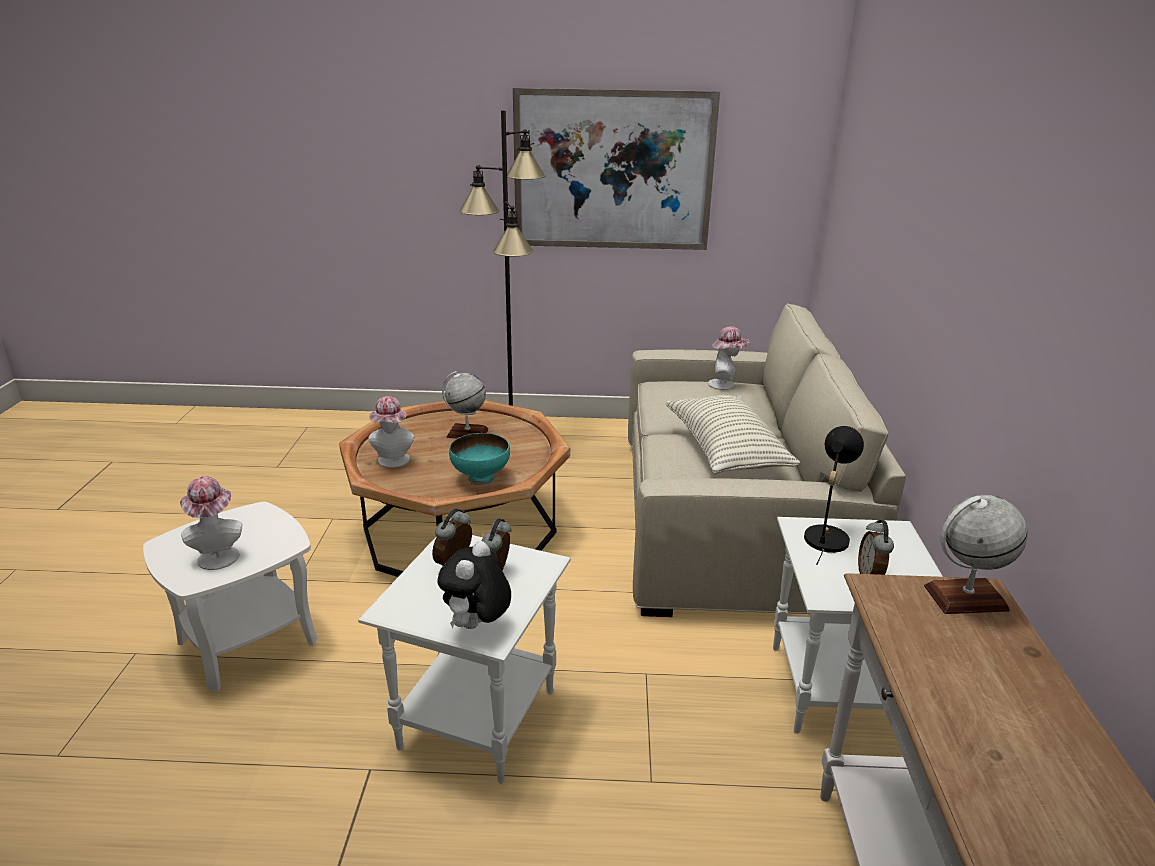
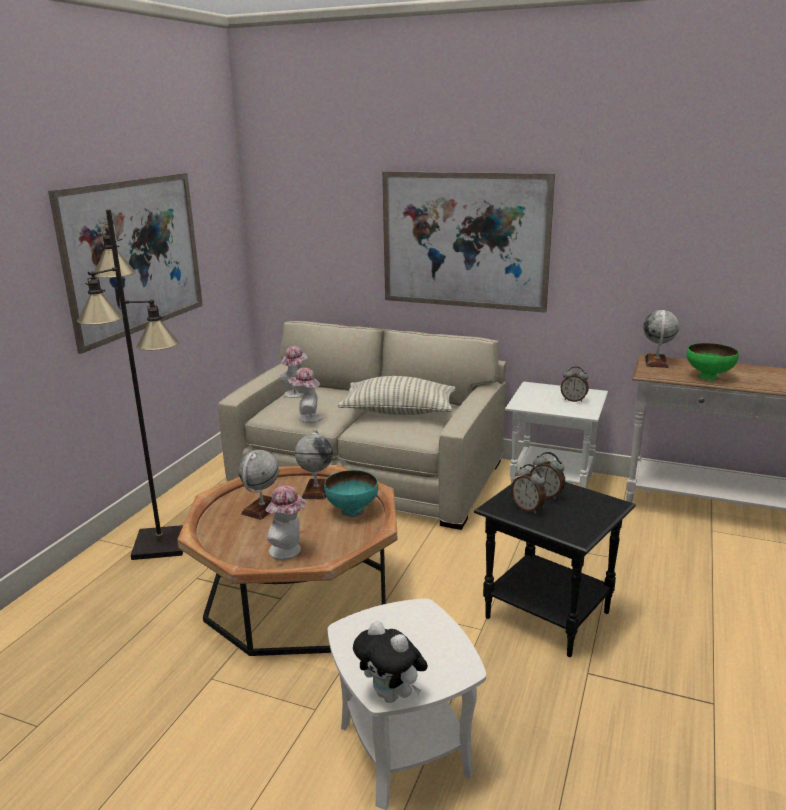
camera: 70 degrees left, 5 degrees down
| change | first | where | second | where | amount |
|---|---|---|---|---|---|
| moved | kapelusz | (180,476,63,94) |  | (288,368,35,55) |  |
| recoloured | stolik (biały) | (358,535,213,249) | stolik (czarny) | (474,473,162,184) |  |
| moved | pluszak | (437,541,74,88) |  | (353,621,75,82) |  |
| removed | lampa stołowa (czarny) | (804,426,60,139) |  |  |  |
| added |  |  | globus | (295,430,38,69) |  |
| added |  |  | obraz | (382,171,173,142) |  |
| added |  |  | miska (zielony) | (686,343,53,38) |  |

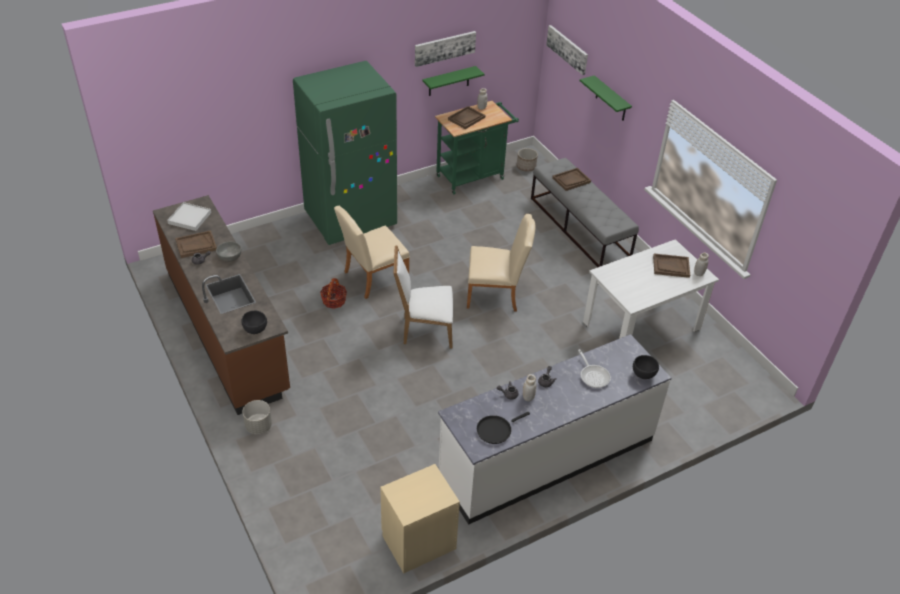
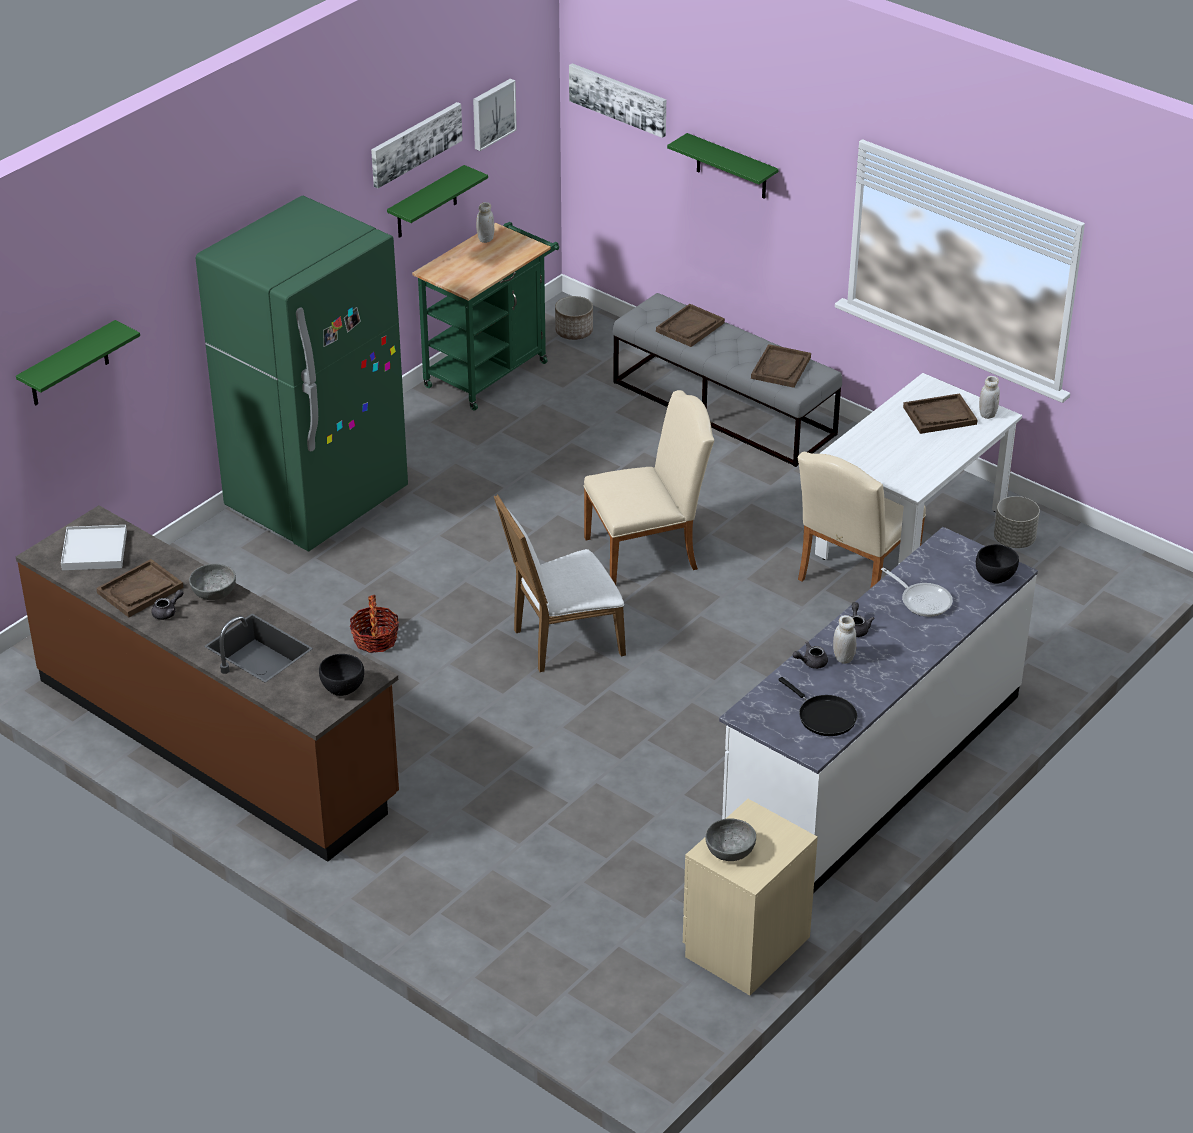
camera: 20 degrees left, 5 degrees down
| change | first | where | second | where | amount |
|---|---|---|---|---|---|
| moved | donica (szary) | (243,400,29,35) |  | (994,496,46,52) |  |
| moved | krzesło (beżowy) | (334,206,76,93) |  | (798,452,128,136) |  |
| moved | taca (brązowy) | (448,106,37,23) |  | (751,344,60,44) |  |
| turned | patelnia (czarny) | (477,412,53,32) |  | (778,677,79,59) | 75 degrees counterclockwise |
| added |  |  | półka (zielony) | (16,320,124,86) |  |
| added |  |  | obraz | (473,79,44,72) |  |
| added |  |  | miska (szary) | (705,818,51,43) |  |

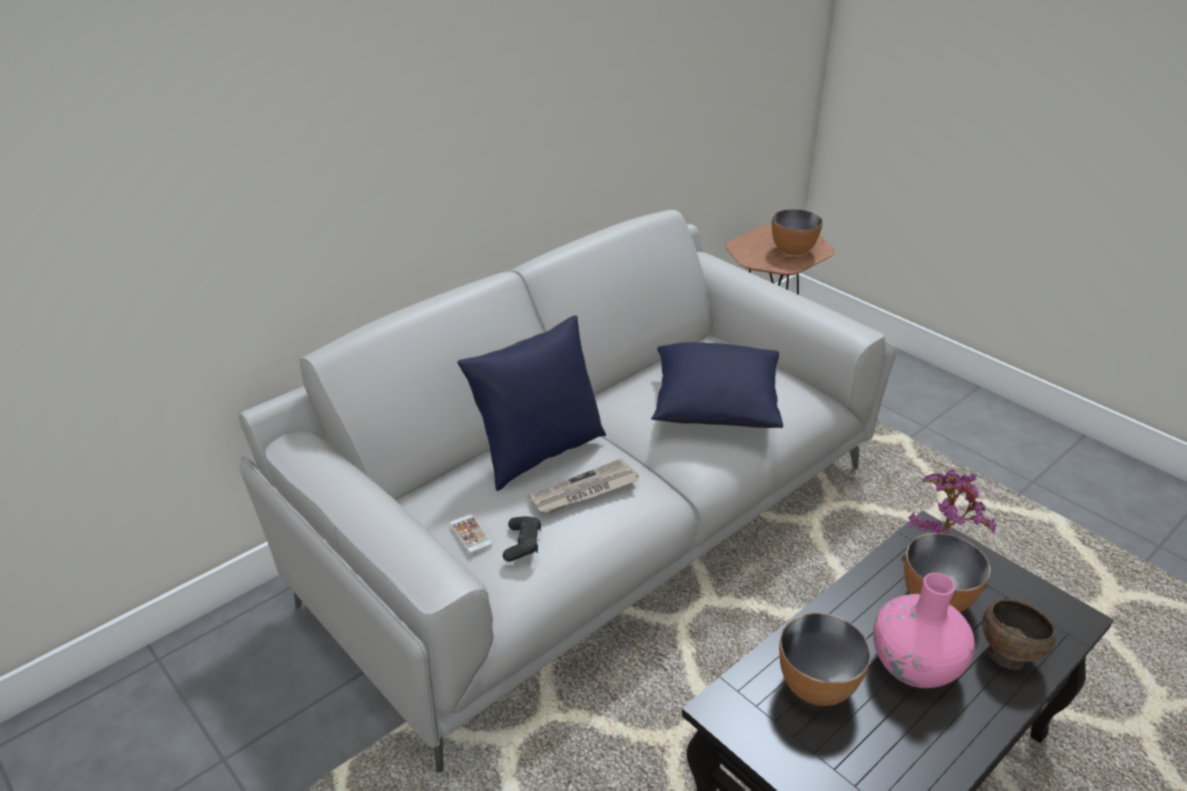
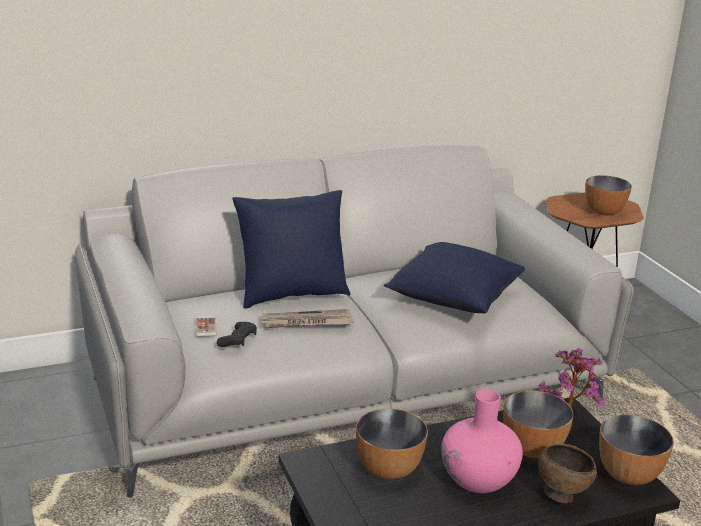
camera: 20 degrees right, 10 degrees down
| change | first | where | second | where | amount |
|---|---|---|---|---|---|
| added |  |  | miska | (599,415,75,70) |  |

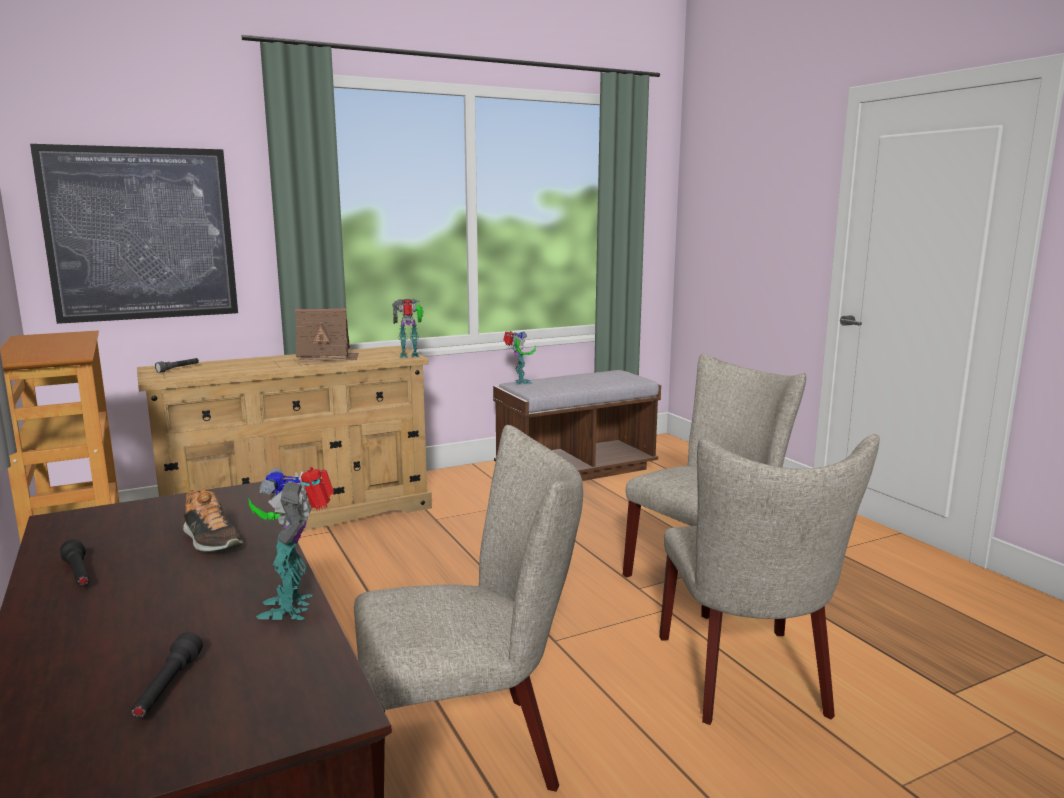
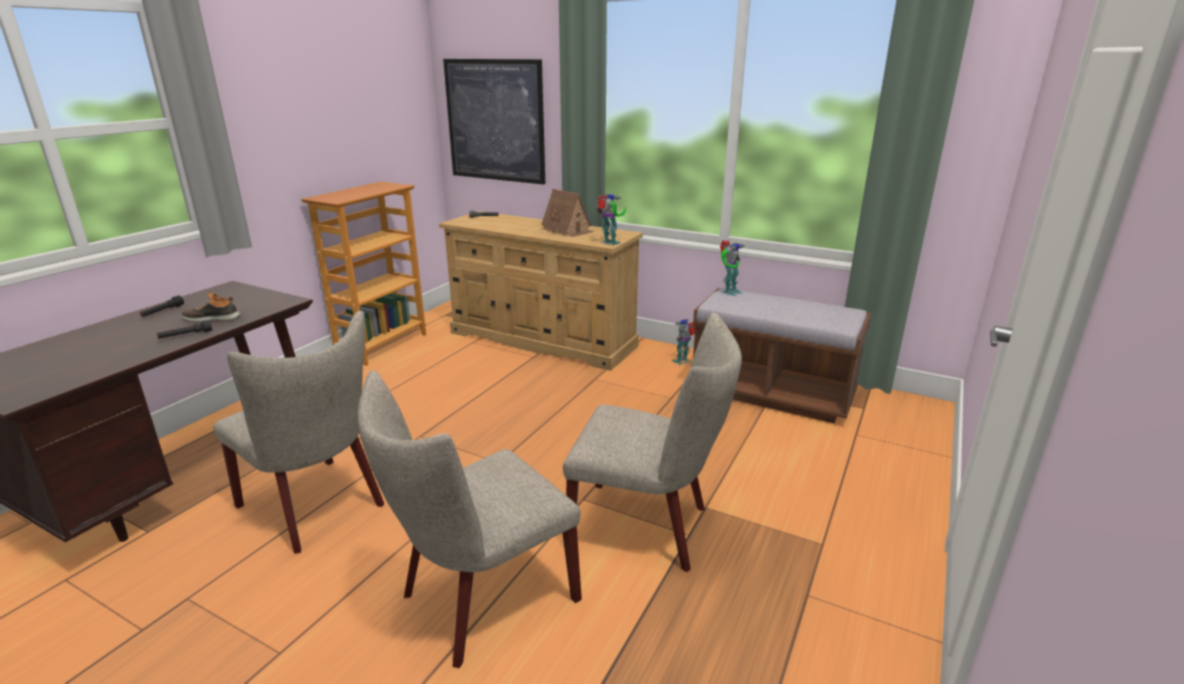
camera: 55 degrees right, 10 degrees up
| change | first | where | second | where | amount |
|---|---|---|---|---|---|
| moved | latarka (czarny) | (131,632,72,86) |  | (157,320,55,19) |  |
| turned | but | (183,489,60,63) |  | (181,291,60,31) | 75 degrees clockwise |
| moved | robot zabawkowy | (248,467,86,153) |  | (672,319,23,47) |  |

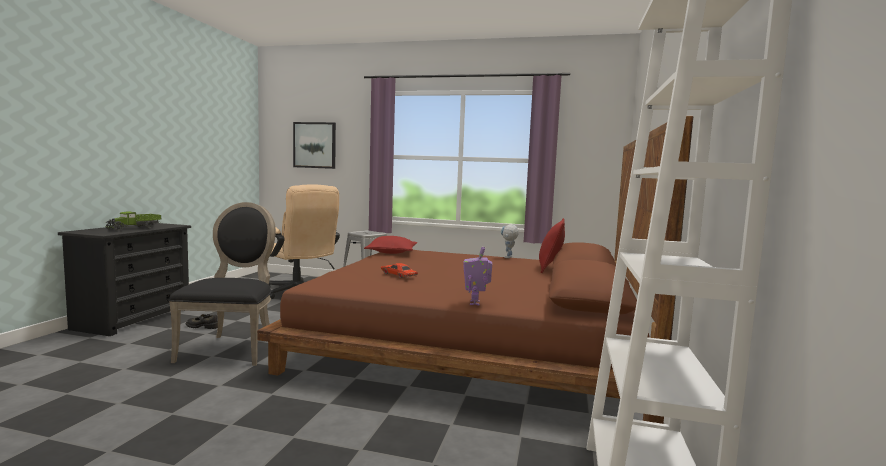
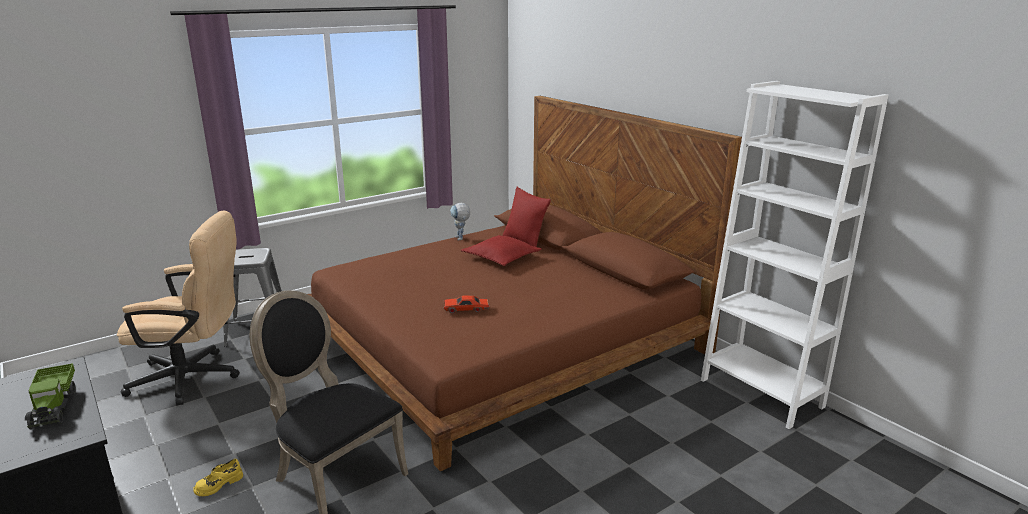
camera: 50 degrees left, 15 degrees up
| change | first | where | second | where | amount |
|---|---|---|---|---|---|
| recoloured | but (czarny) | (186,314,32,15) | but (żółty) | (193,459,50,37) |  |
| removed | obraz | (293,122,43,47) |  |  |  |
| moved | poduszka (czerwony) | (364,236,53,18) |  | (461,235,81,31) |  |
| removed | robot zabawkowy | (463,247,29,59) |  |  |  |

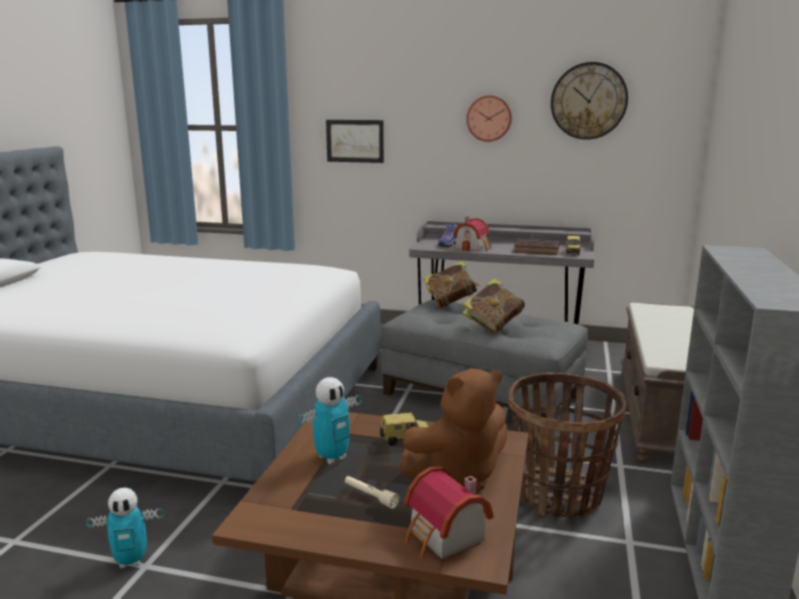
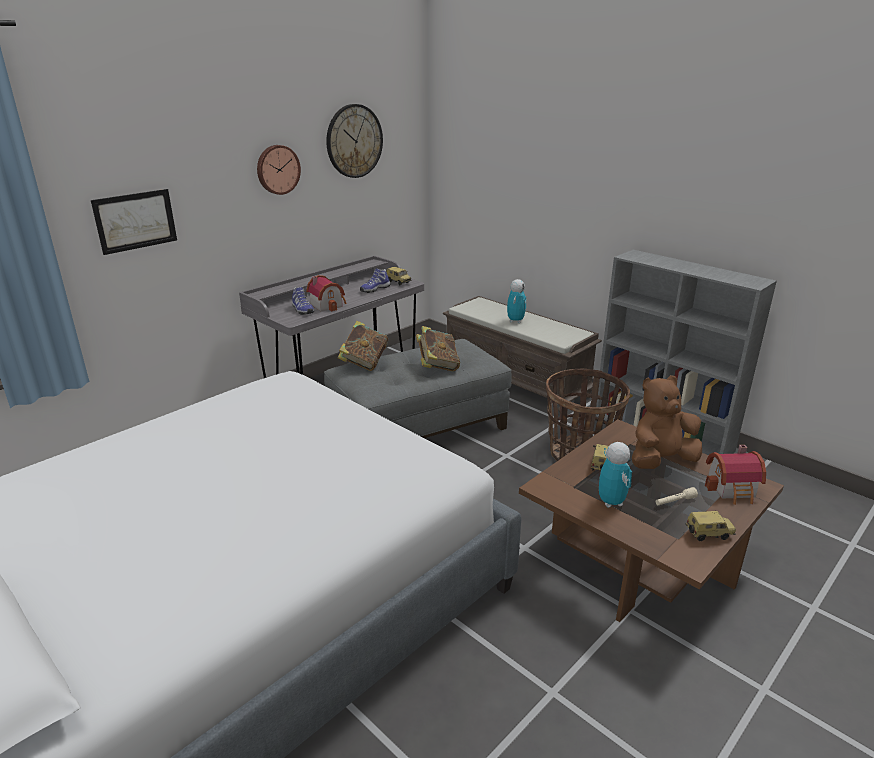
camera: 60 degrees left, 10 degrees up
| change | first | where | second | where | amount |
|---|---|---|---|---|---|
| moved | robot zabawkowy | (86,488,77,80) |  | (507,279,19,44) |  |
| turned | pluszak (brązowy) | (399,369,108,124) |  | (632,375,70,94) | 120 degrees counterclockwise |
| replaced | książka (brązowy) | (514,239,45,16) | but | (360,268,30,25) |  |
| added |  |  | samochodzik | (686,511,50,30) |  |

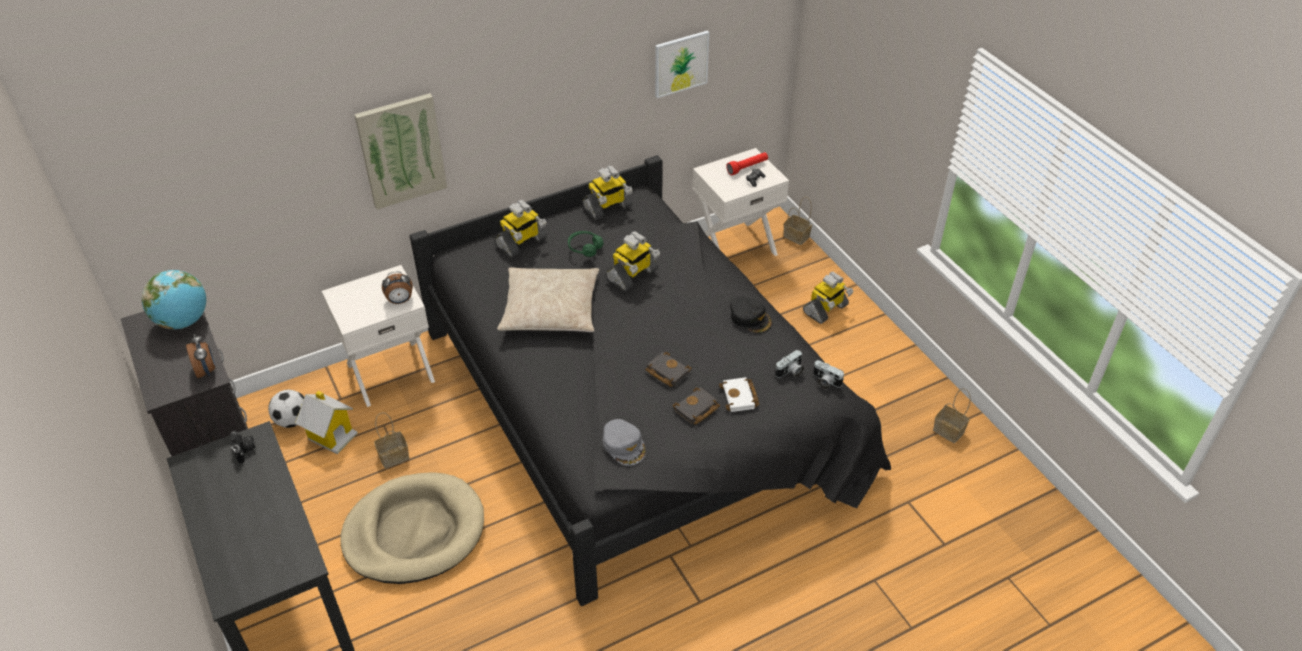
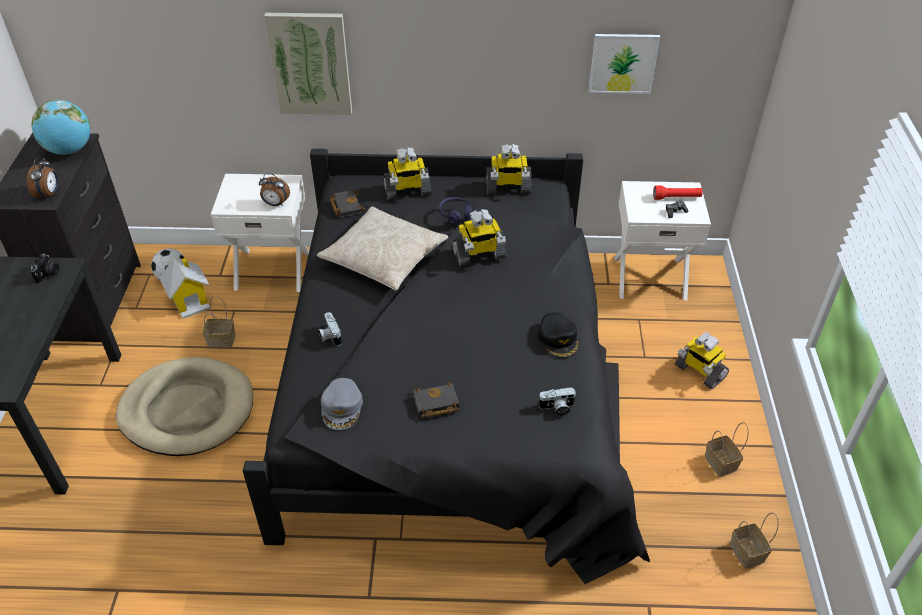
camera: 30 degrees right, 0 degrees up
| change | first | where | second | where | amount |
|---|---|---|---|---|---|
| recoloured | słuchawki (zielony) | (568,231,36,26) | słuchawki (fioletowy) | (439,197,33,27) |  |
| moved | książka (czarny) | (646,352,45,35) |  | (330,190,35,27) |  |
| removed | książka (biały) | (719,377,40,35) |  |  |  |
| moved | koszyk | (783,197,29,48) |  | (705,422,44,54) |  |
| turned | robot zabawkowy | (803,272,51,52) |  | (675,332,54,57) | 60 degrees clockwise |
| moved | aparat fotograficzny | (813,360,31,29) |  | (318,312,24,34) |  |

